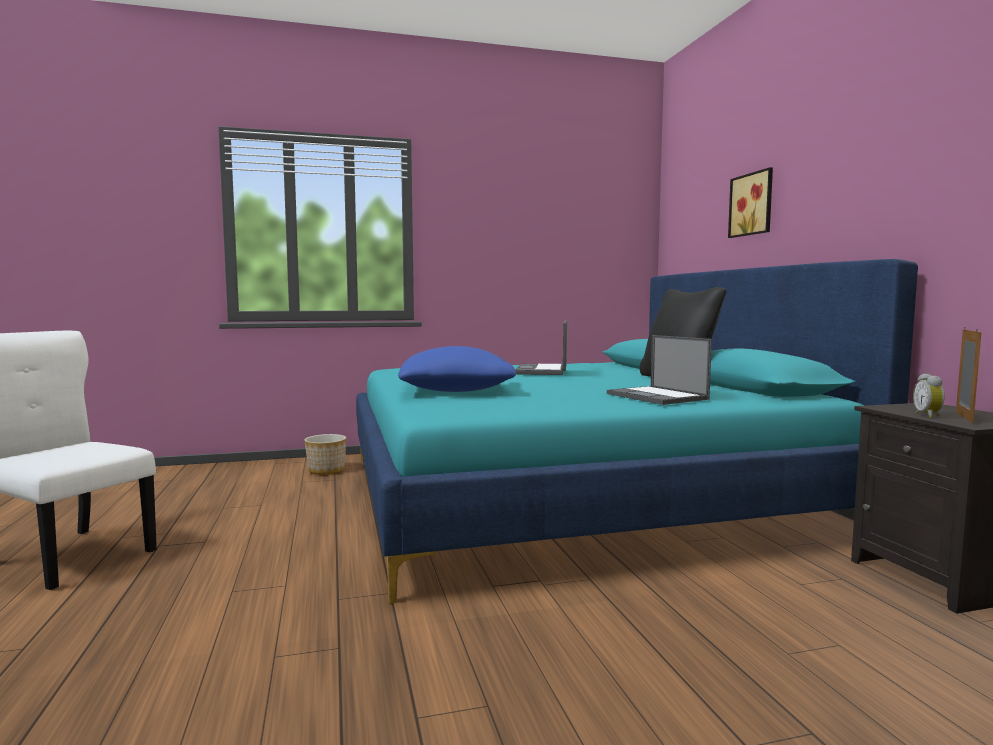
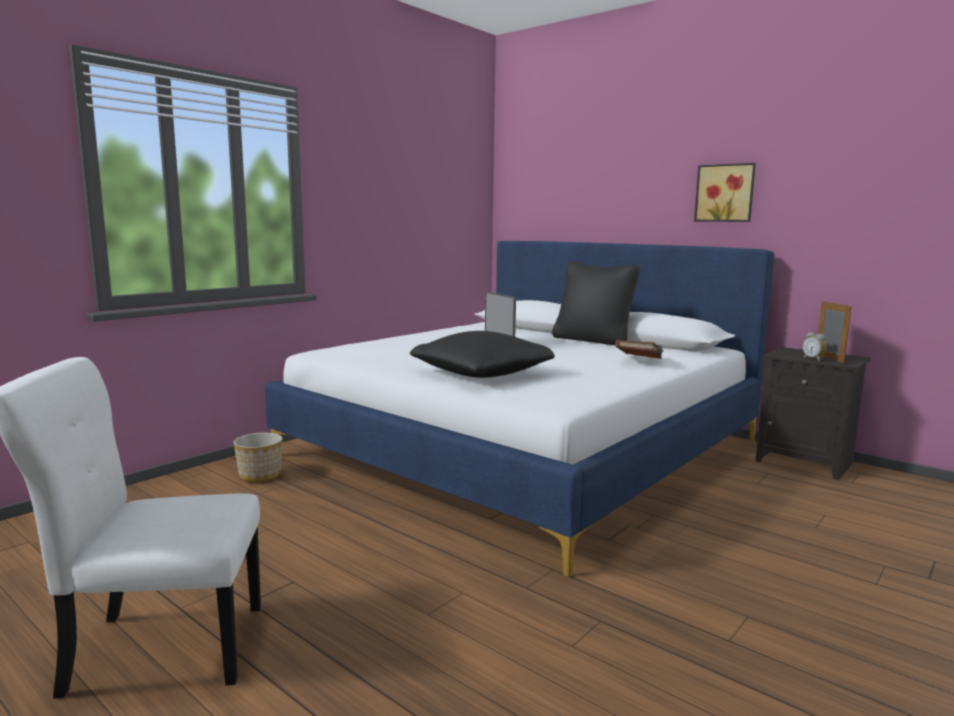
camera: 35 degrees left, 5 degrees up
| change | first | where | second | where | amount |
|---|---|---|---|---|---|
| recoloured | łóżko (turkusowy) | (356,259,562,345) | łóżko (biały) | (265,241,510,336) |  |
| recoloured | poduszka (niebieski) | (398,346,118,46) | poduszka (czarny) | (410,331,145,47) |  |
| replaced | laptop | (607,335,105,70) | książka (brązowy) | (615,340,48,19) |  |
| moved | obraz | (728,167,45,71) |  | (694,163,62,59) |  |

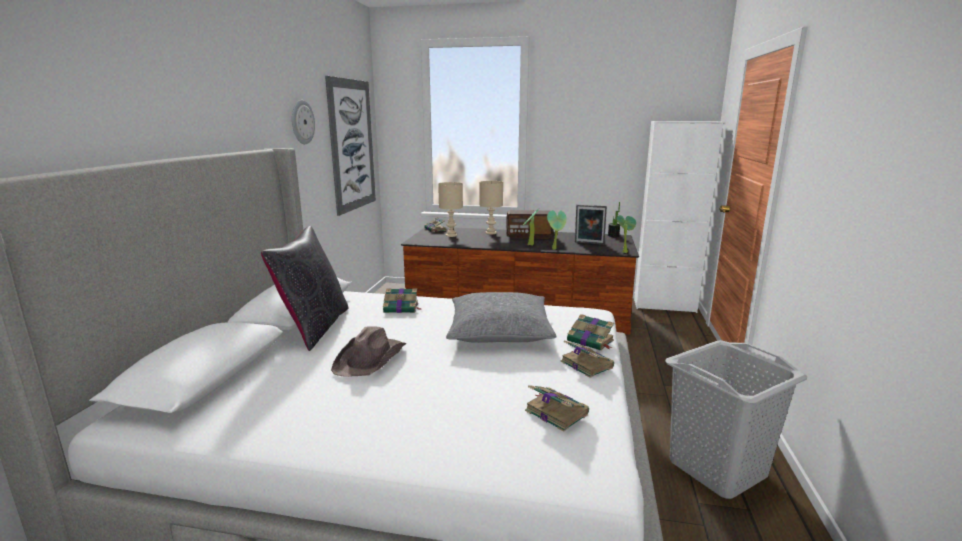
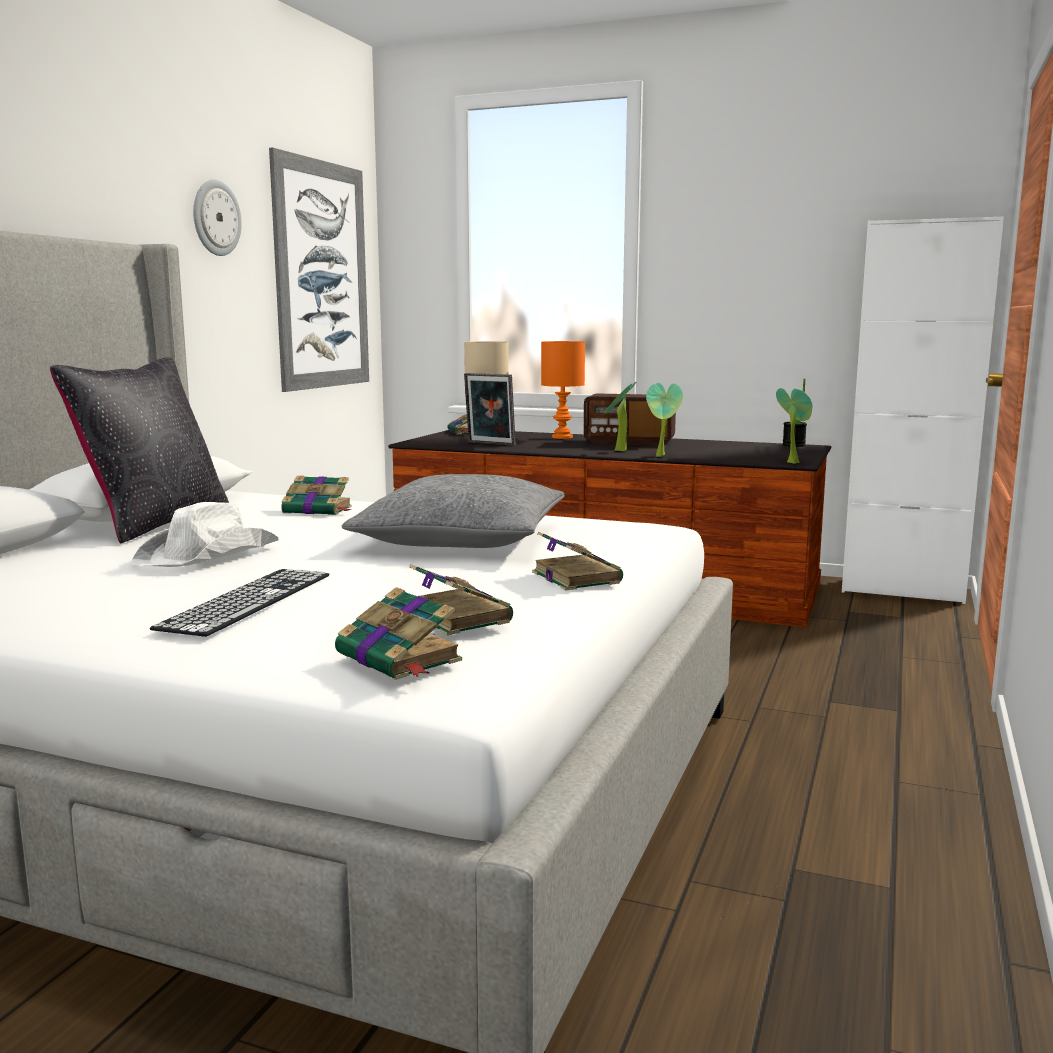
camera: 10 degrees right, 5 degrees down
| change | first | where | second | where | amount |
|---|---|---|---|---|---|
| recoloured | kapelusz (brązowy) | (331,326,75,51) | kapelusz (biały) | (132,502,147,65) |  |
| recoloured | lampa stołowa (beżowy) | (479,181,24,53) | lampa stołowa (pomarańczowy) | (541,341,44,98) |  |
| moved | książka | (567,314,47,37) |  | (335,587,127,93) |  |
| moved | ramka na zdjęcie | (575,205,32,40) |  | (464,373,52,73) |  |
| removed | kosz na pranie (szary) | (665,340,142,159) |  |  |  |
| added |  |  | klawiatura | (150,569,179,68) |  |

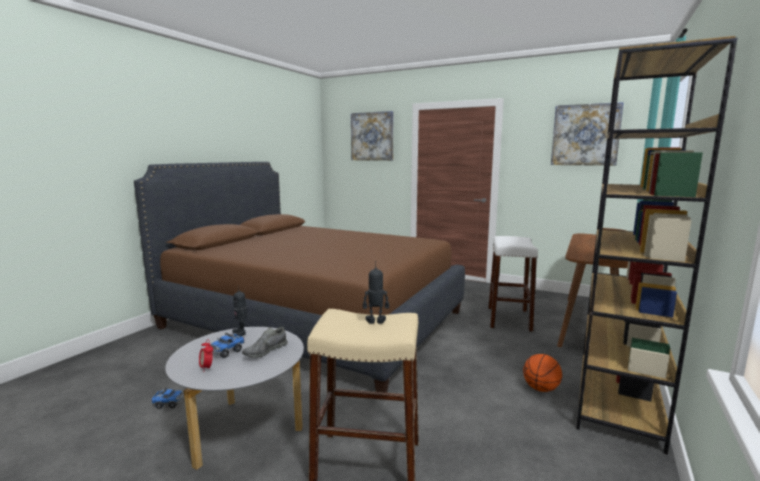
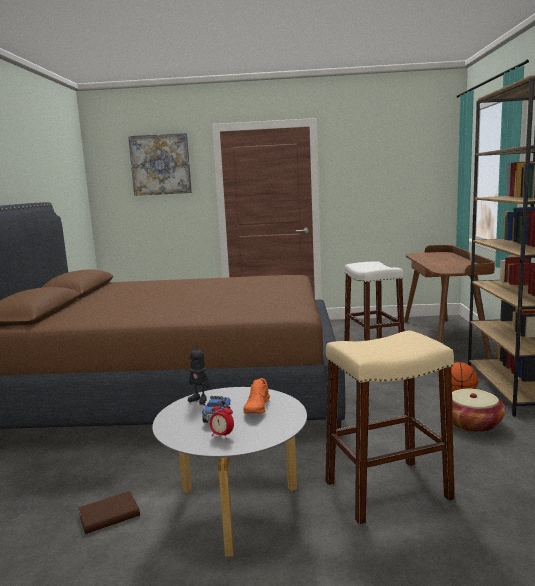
camera: 25 degrees left, 0 degrees up
| change | first | where | second | where | amount |
|---|---|---|---|---|---|
| replaced | ciężarówka zabawkowa | (151,387,33,22) | książka (brązowy) | (78,491,62,43) |  |
| recoloured | but (szary) | (242,327,46,31) | but (pomarańczowy) | (243,378,27,36) |  |
| removed | robot zabawkowy | (363,261,26,63) |  |  |  |
| removed | obraz | (551,102,73,64) |  |  |  |
| added |  |  | koszyk | (452,388,54,44) |  |

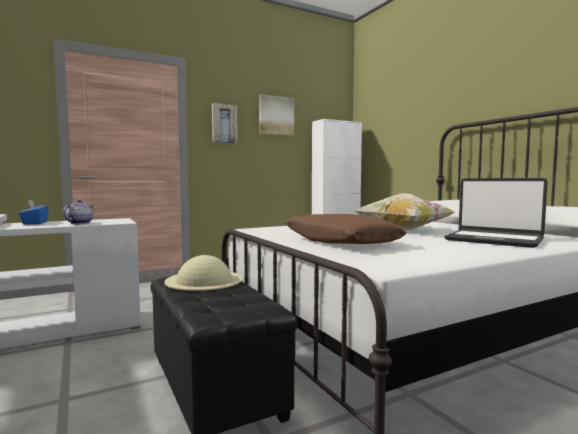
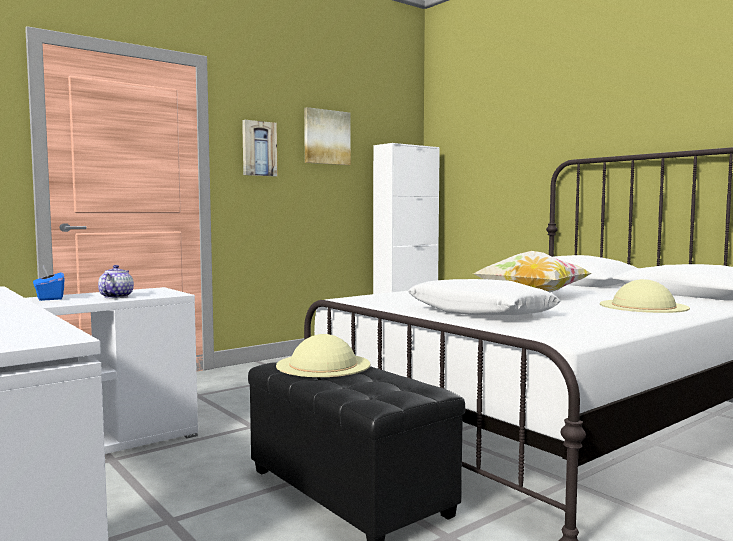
camera: 10 degrees left, 0 degrees up
| change | first | where | second | where | amount |
|---|---|---|---|---|---|
| recoloured | poduszka (brązowy) | (285,214,122,30) | poduszka (biały) | (408,279,153,36) |  |
| replaced | laptop | (444,178,104,70) | kapelusz (beżowy) | (600,279,90,34) |  |

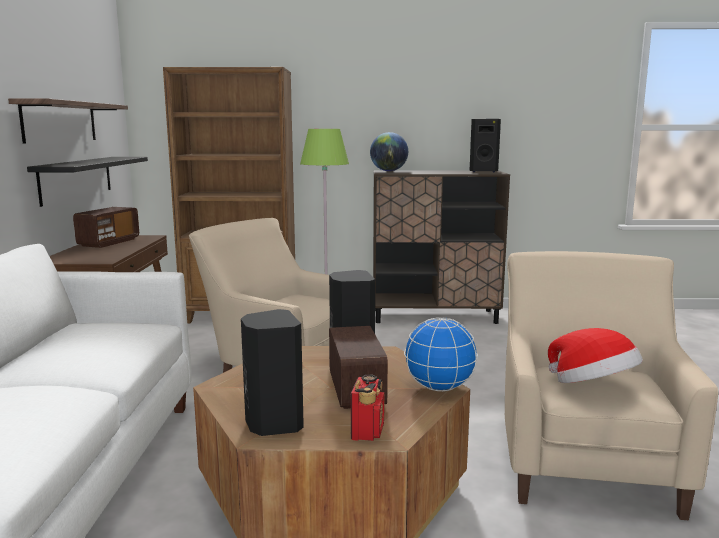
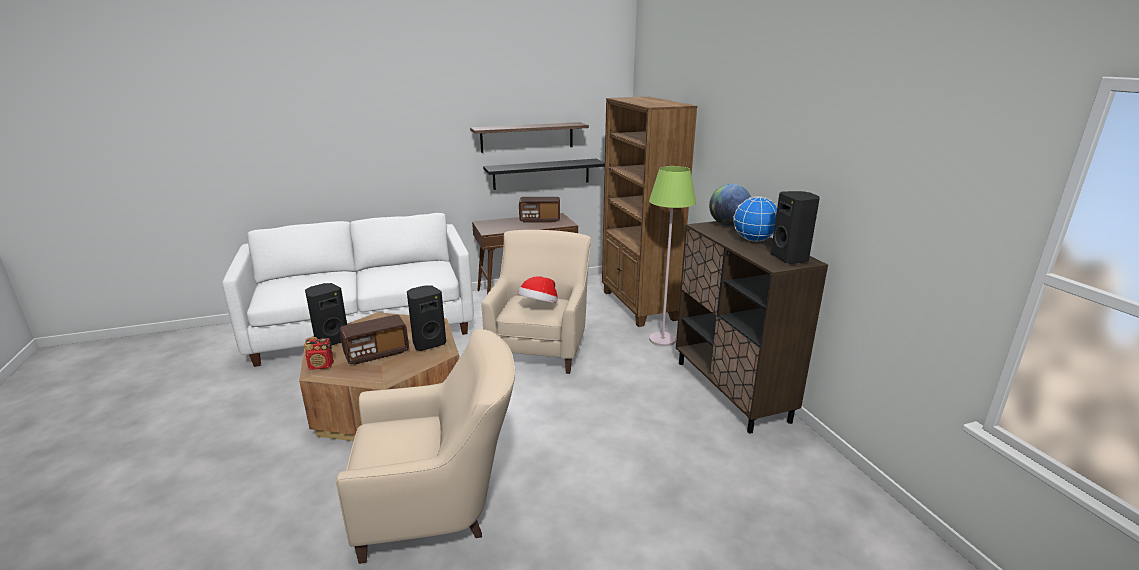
camera: 70 degrees right, 10 degrees up
| change | first | where | second | where | amount |
|---|---|---|---|---|---|
| moved | globus | (404,317,74,74) |  | (733,196,44,46) |  |
| moved | kapelusz | (548,328,95,55) |  | (518,276,40,27) |  |

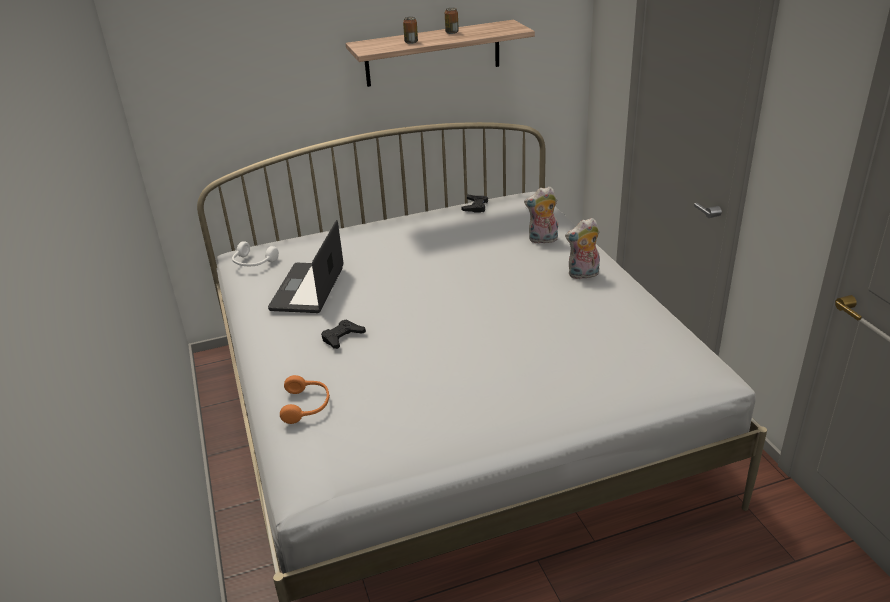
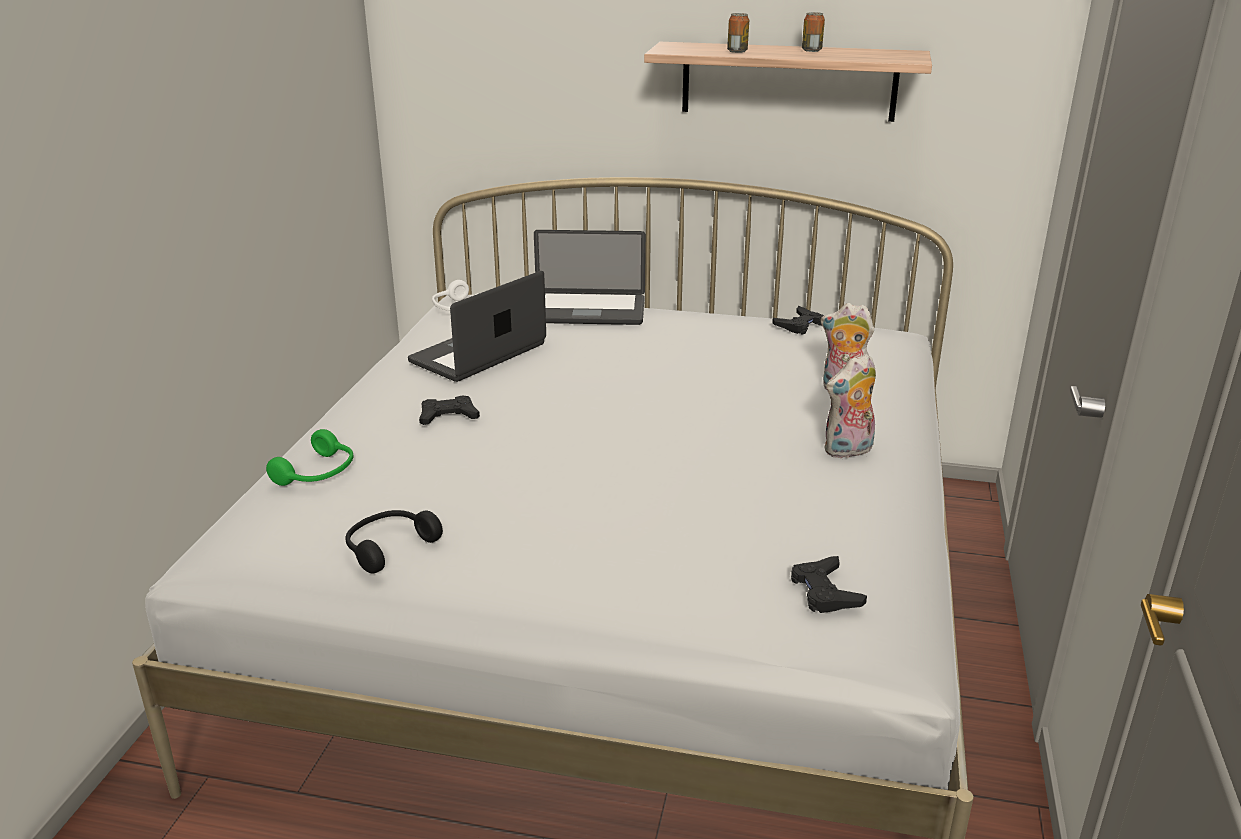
camera: 30 degrees right, 5 degrees down
| change | first | where | second | where | amount |
|---|---|---|---|---|---|
| recoloured | słuchawki (pomarańczowy) | (280,375,50,49) | słuchawki (zielony) | (266,429,87,57) |  |
| turned | pluszak | (565,218,35,61) |  | (824,353,52,105) | 45 degrees counterclockwise |
| added |  |  | słuchawki (czarny) | (345,510,98,63) |  |
| added |  |  | laptop | (534,230,112,95) |  |
| added |  |  | pad do gier (czarny) | (791,556,76,57) |  |

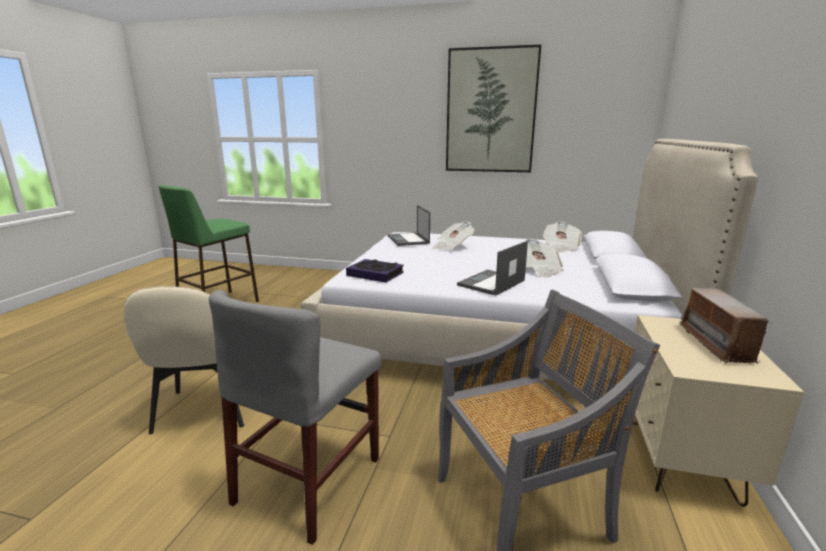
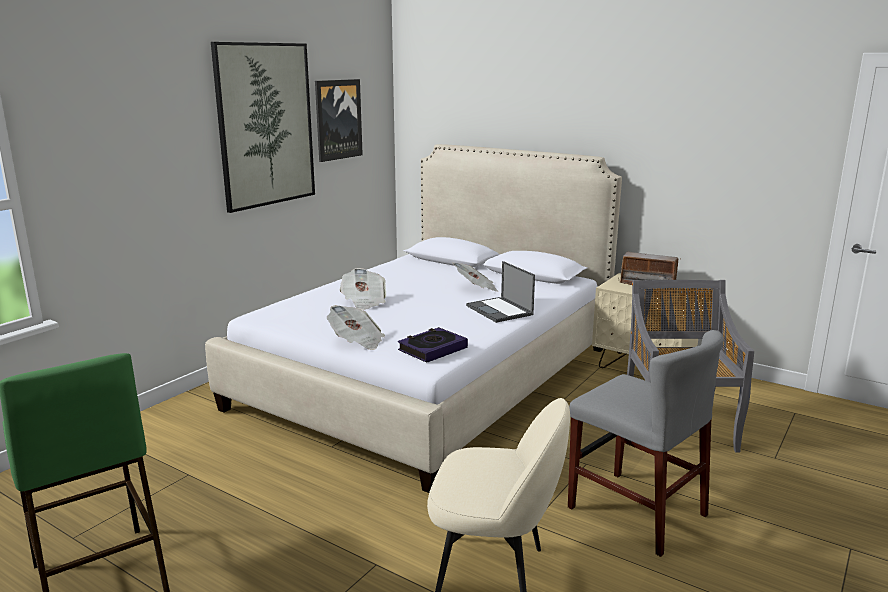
camera: 70 degrees left, 0 degrees up
| change | first | where | second | where | amount |
|---|---|---|---|---|---|
| removed | laptop | (388,205,42,41) |  |  |  |
| moved | gazeta | (542,221,40,32) |  | (327,305,58,45) |  |
| added |  |  | obraz | (315,79,48,83) |  |

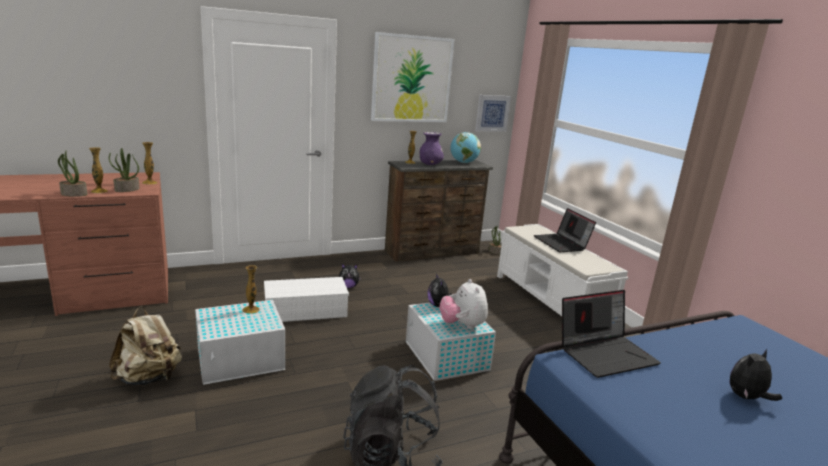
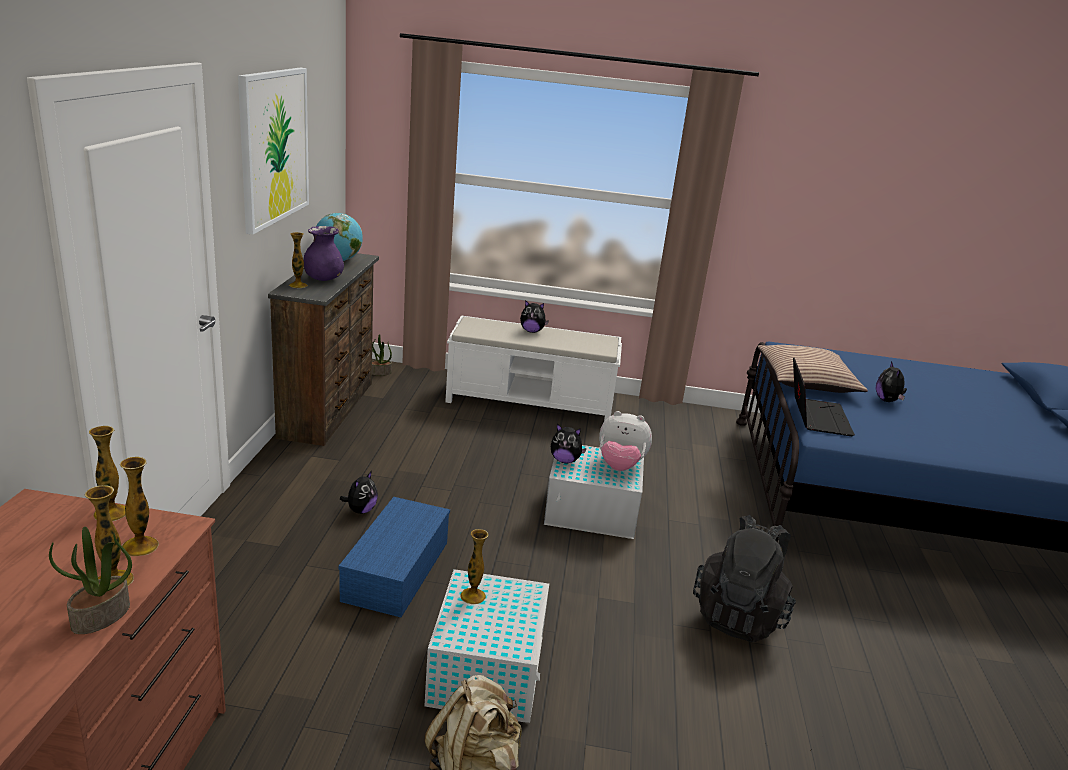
camera: 60 degrees left, 5 degrees up
| change | first | where | second | where | amount |
|---|---|---|---|---|---|
| replaced | roślina doniczkowa | (109,148,31,44) | wazon | (120,457,39,99) |  |
| recoloured | pojemnik do przechowywania (biały) | (264,277,85,45) | pojemnik do przechowywania (niebieski) | (339,497,111,120) |  |
| removed | obraz | (475,95,36,37) |  |  |  |
| replaced | laptop | (534,208,62,44) | pluszak | (520,300,29,33) |  |
| added |  |  | poduszka | (757,345,111,48) |  |

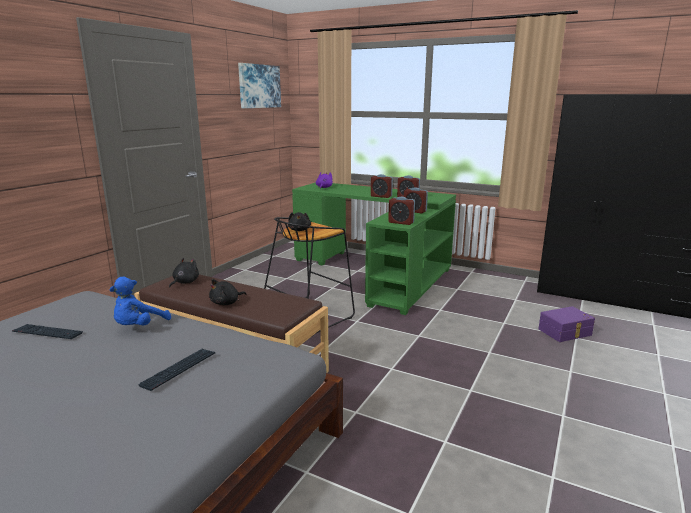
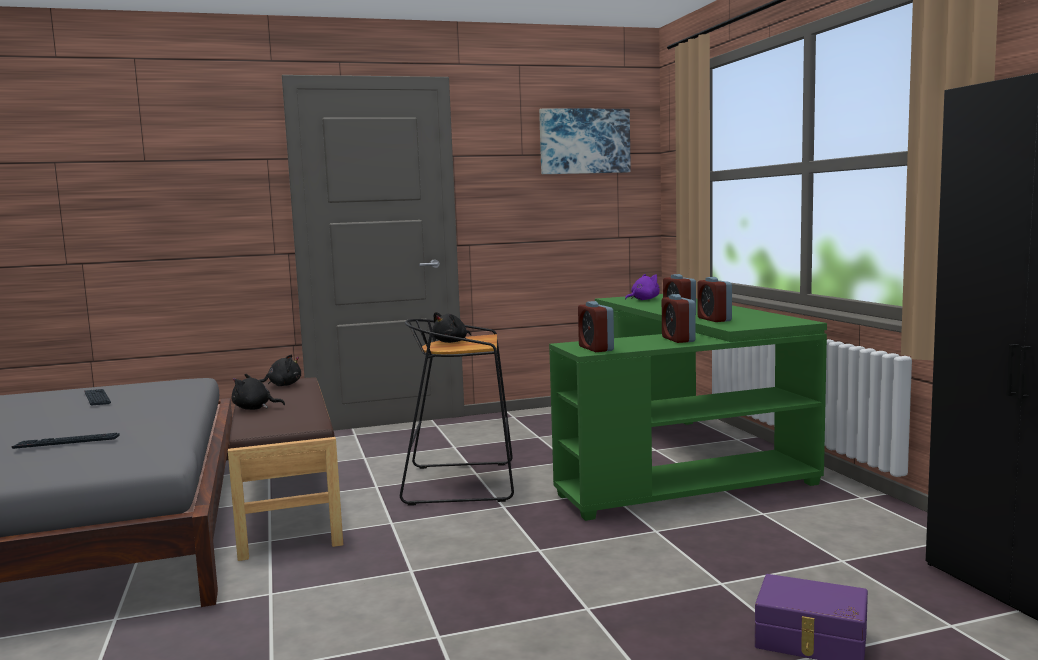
camera: 45 degrees right, 10 degrees down
| change | first | where | second | where | amount |
|---|---|---|---|---|---|
| removed | pluszak (niebieski) | (109,277,62,49) |  |  |  |

